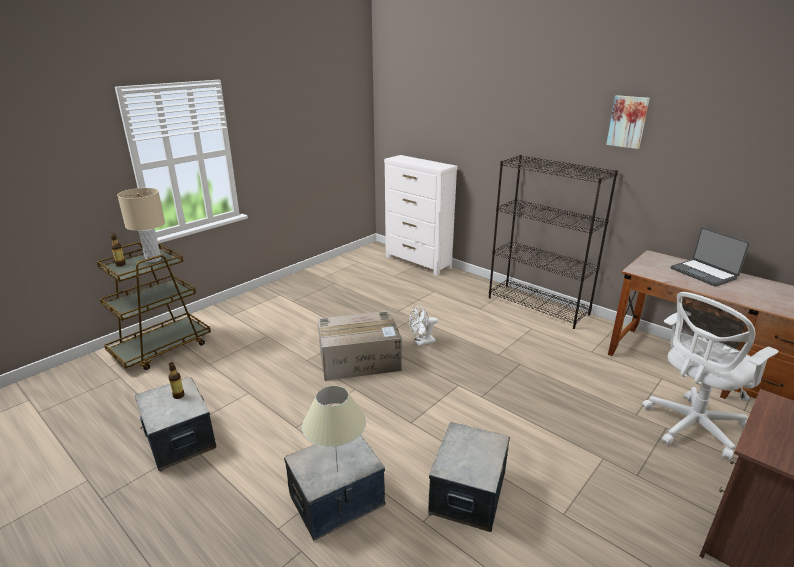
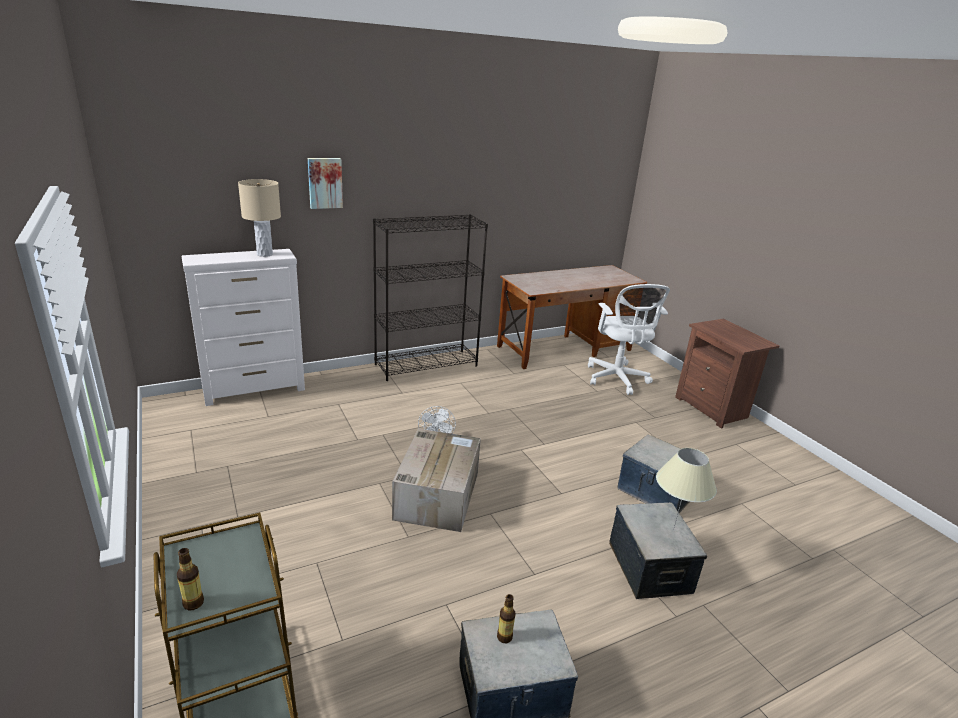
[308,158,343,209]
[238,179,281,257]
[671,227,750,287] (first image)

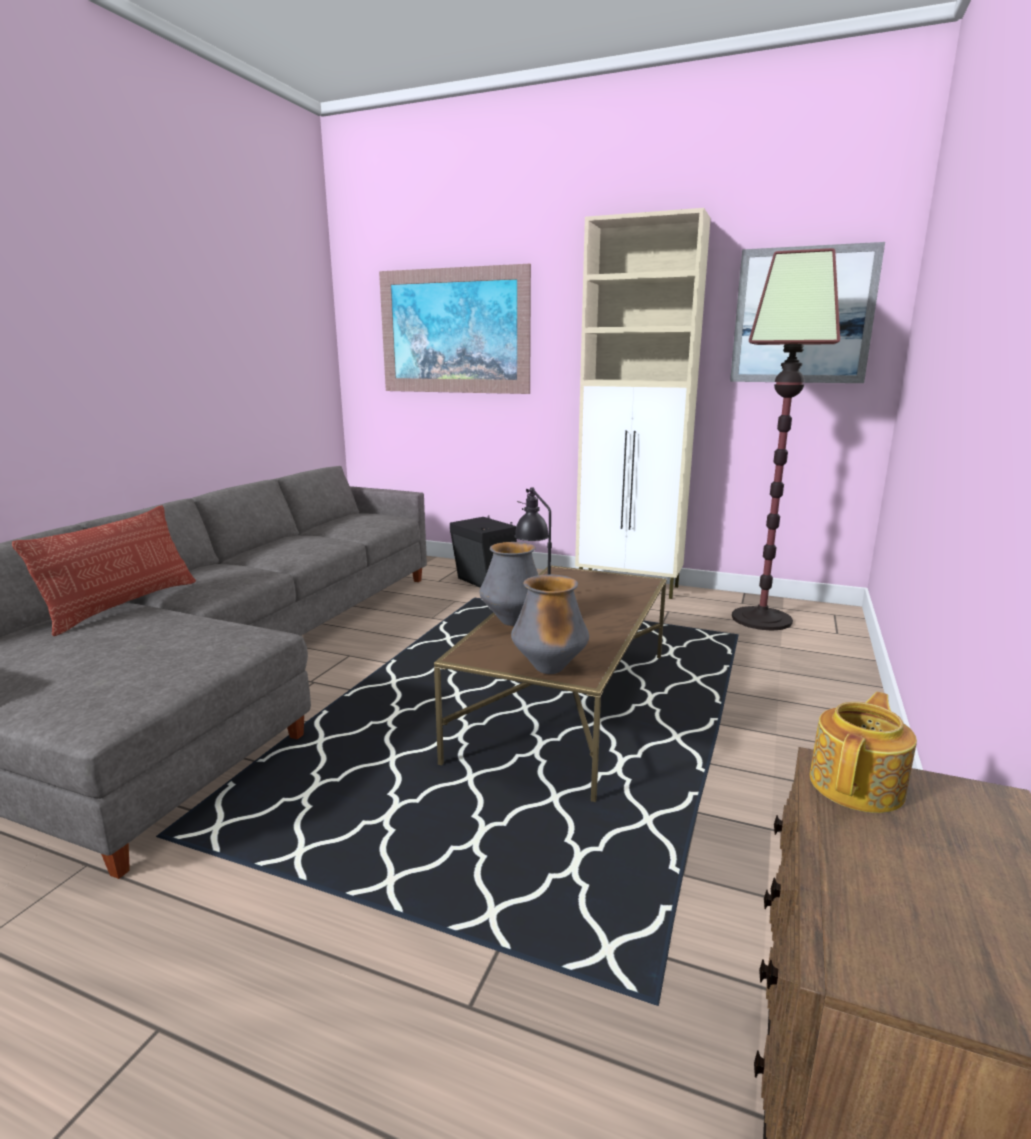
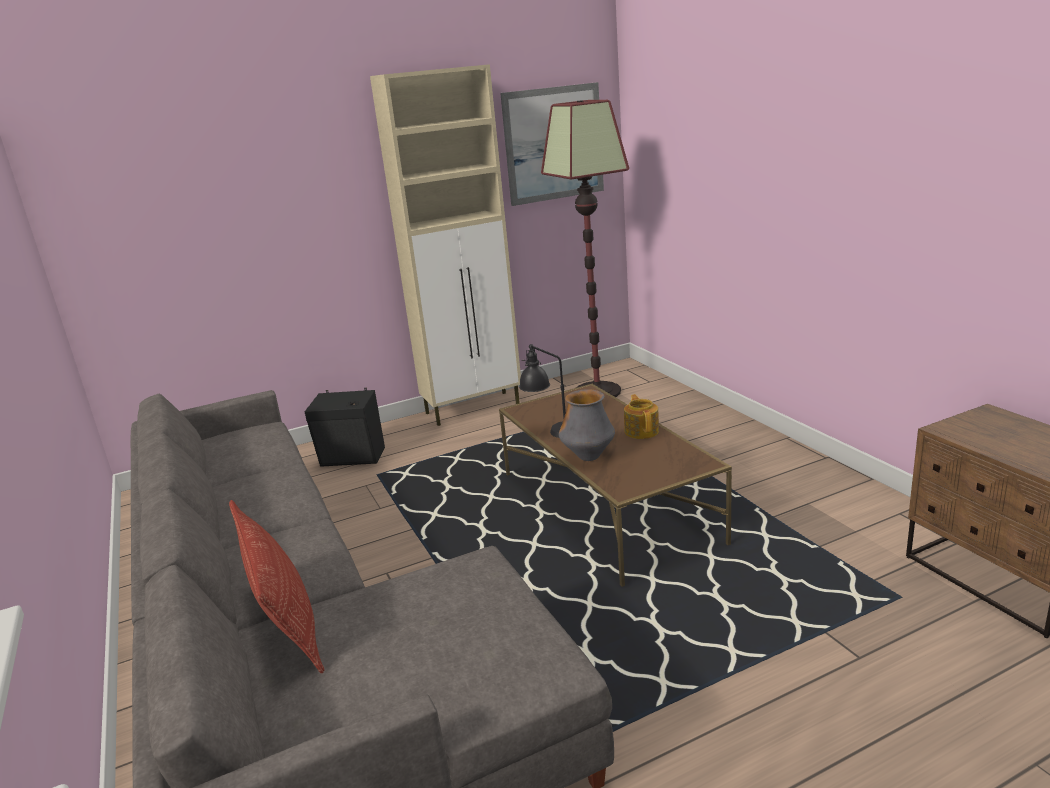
[379,264,531,394] (first image)
[511,574,589,674] (first image)
[624,394,659,439]

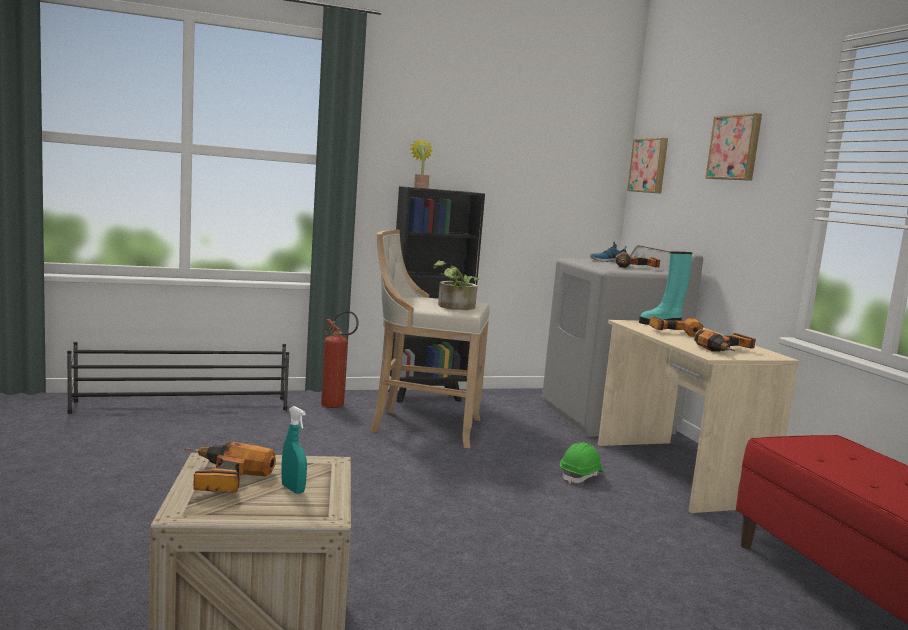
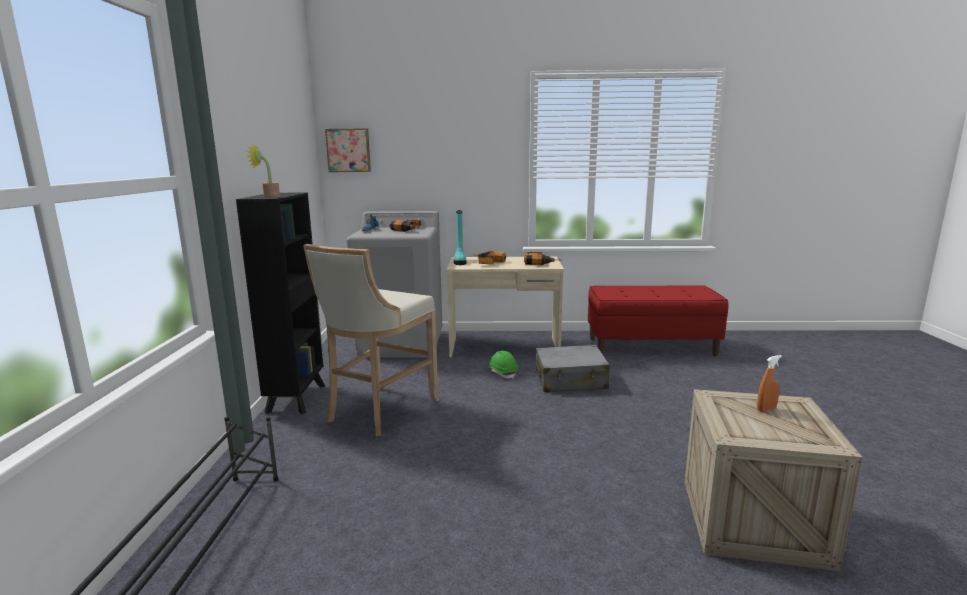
[706,113,762,181] (first image)
[433,260,479,310] (first image)
[321,311,359,408] (first image)
[757,355,782,412]
[185,442,276,493] (first image)
[536,345,609,392]

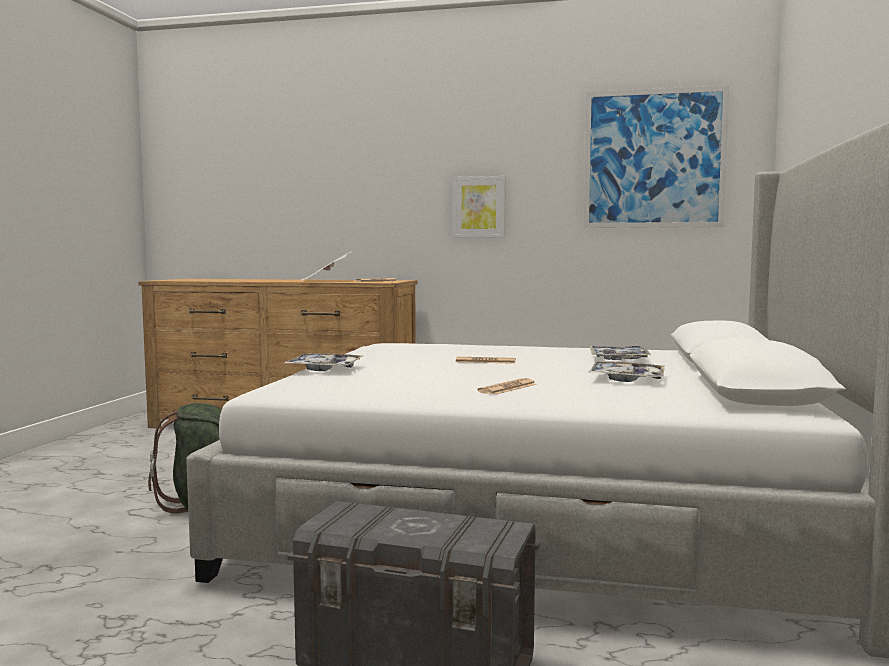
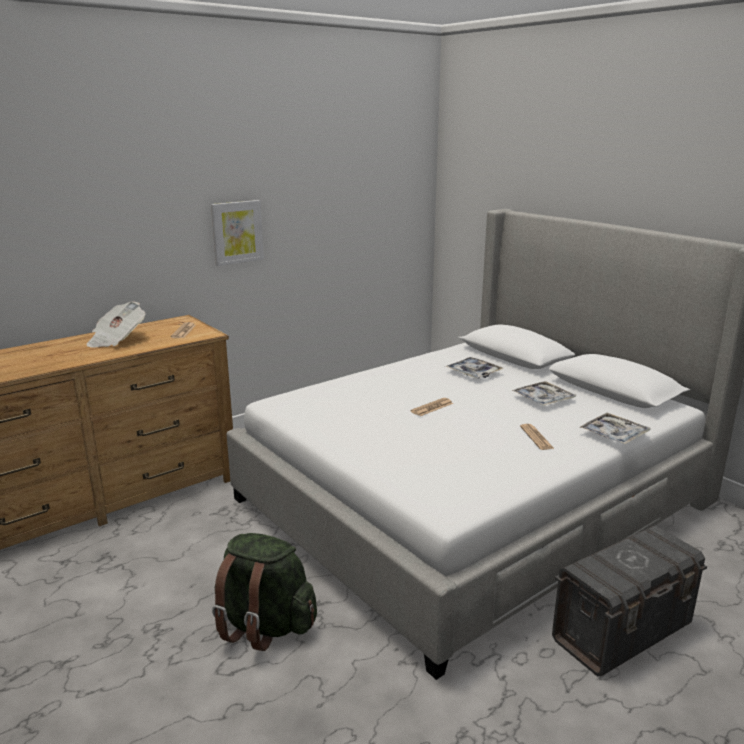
[584,85,729,228] (first image)
[579,413,650,444]

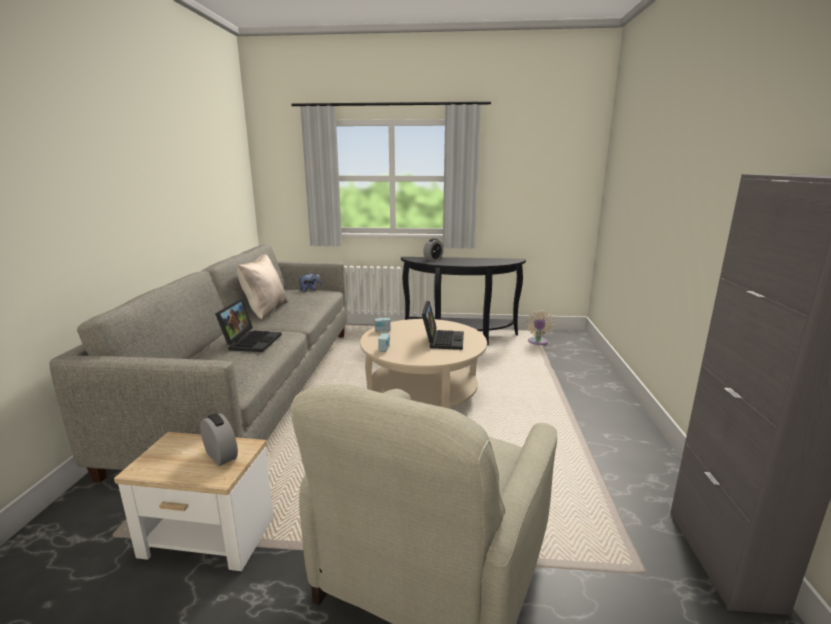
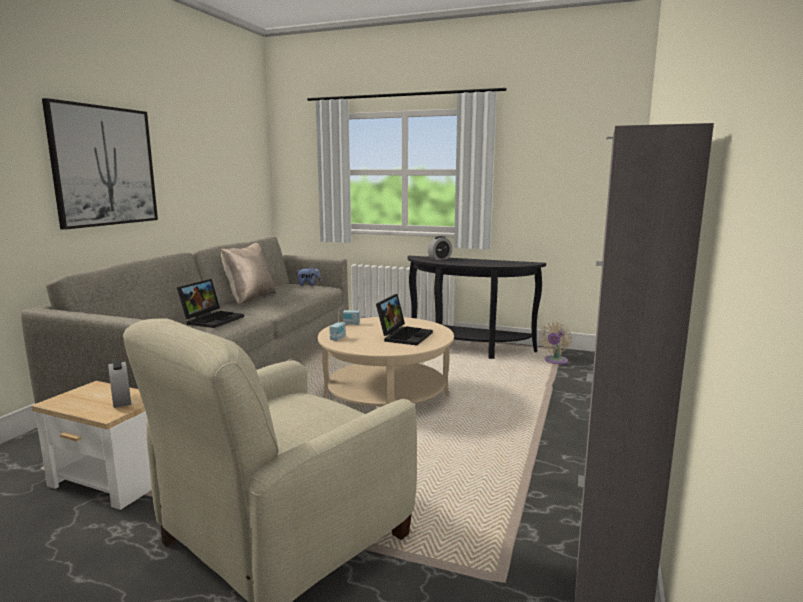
[42,98,158,230]

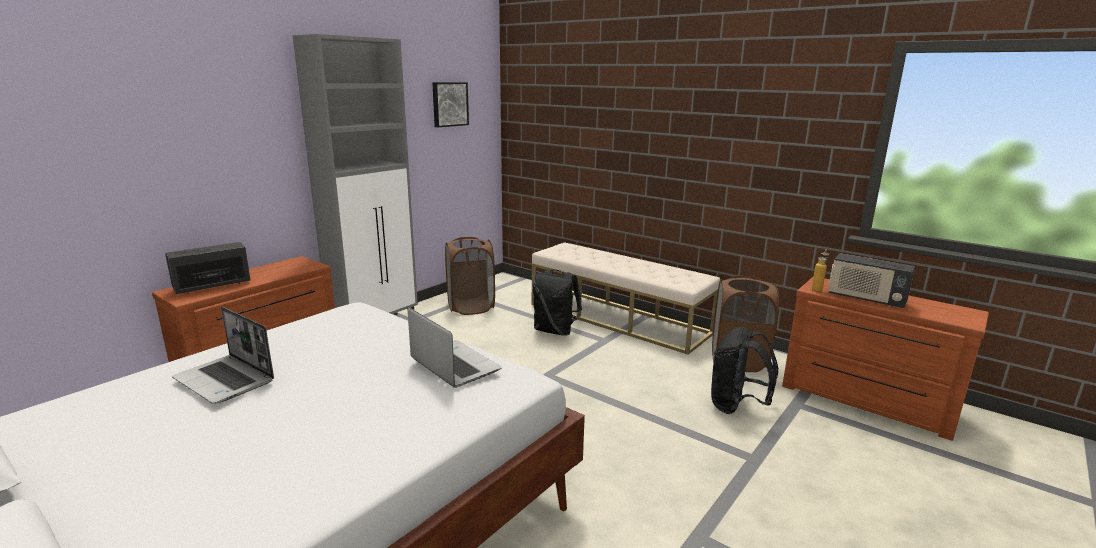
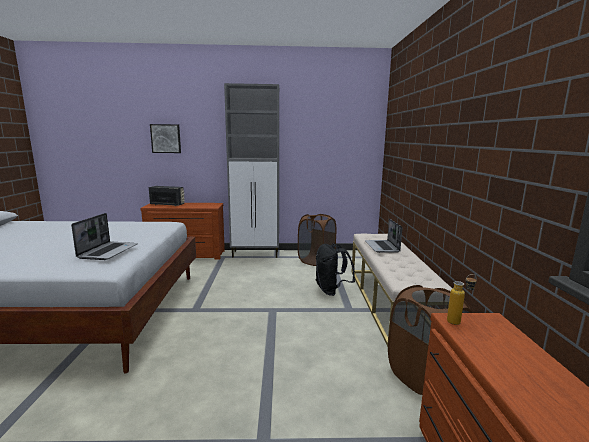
[150,124,181,153]
[828,253,915,308] (first image)
[365,218,402,253]
[711,327,778,414] (first image)

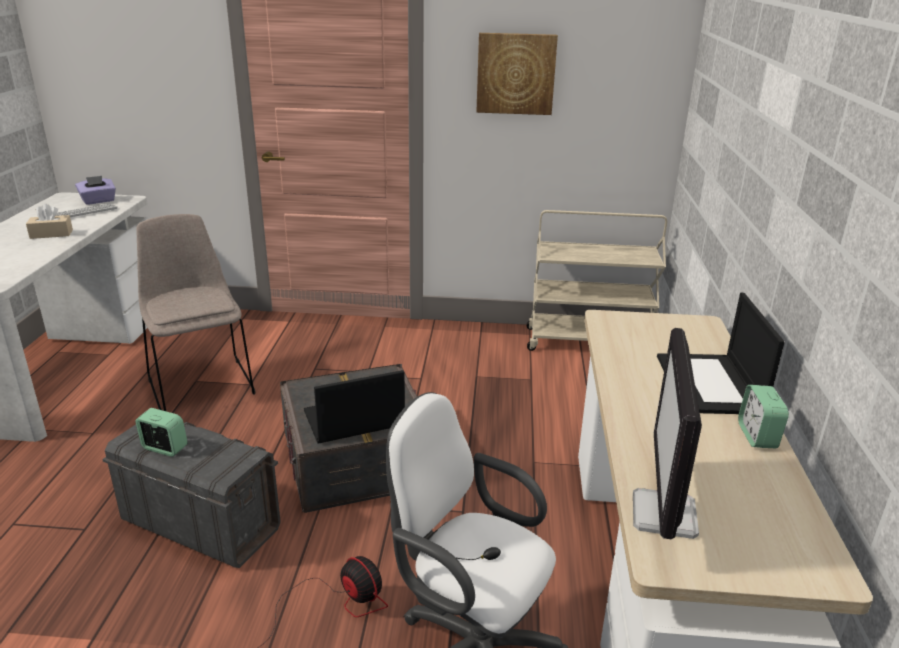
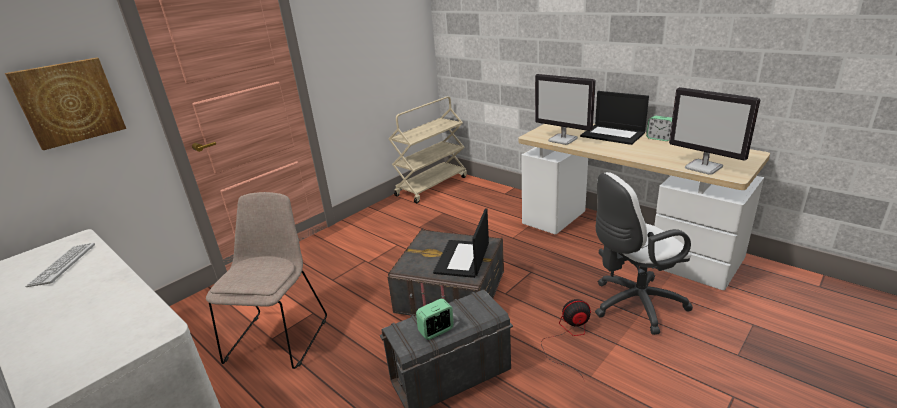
[5,58,126,150]
[75,176,116,205] (first image)
[26,204,73,239] (first image)
[206,192,327,369]
[535,74,596,145]

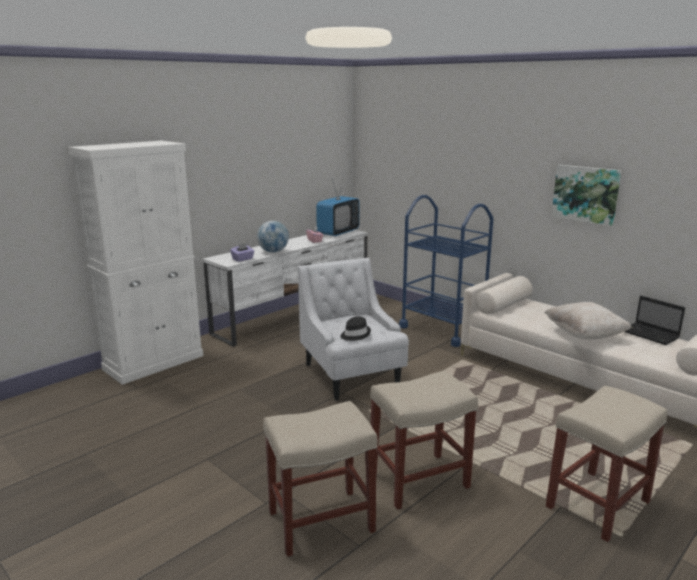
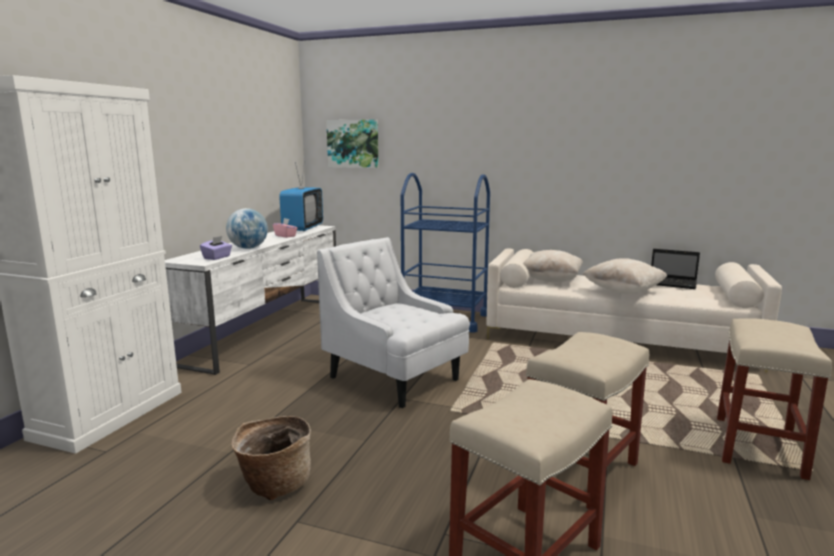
[326,119,378,168]
[341,316,371,341] (first image)
[523,250,583,283]
[231,416,311,500]

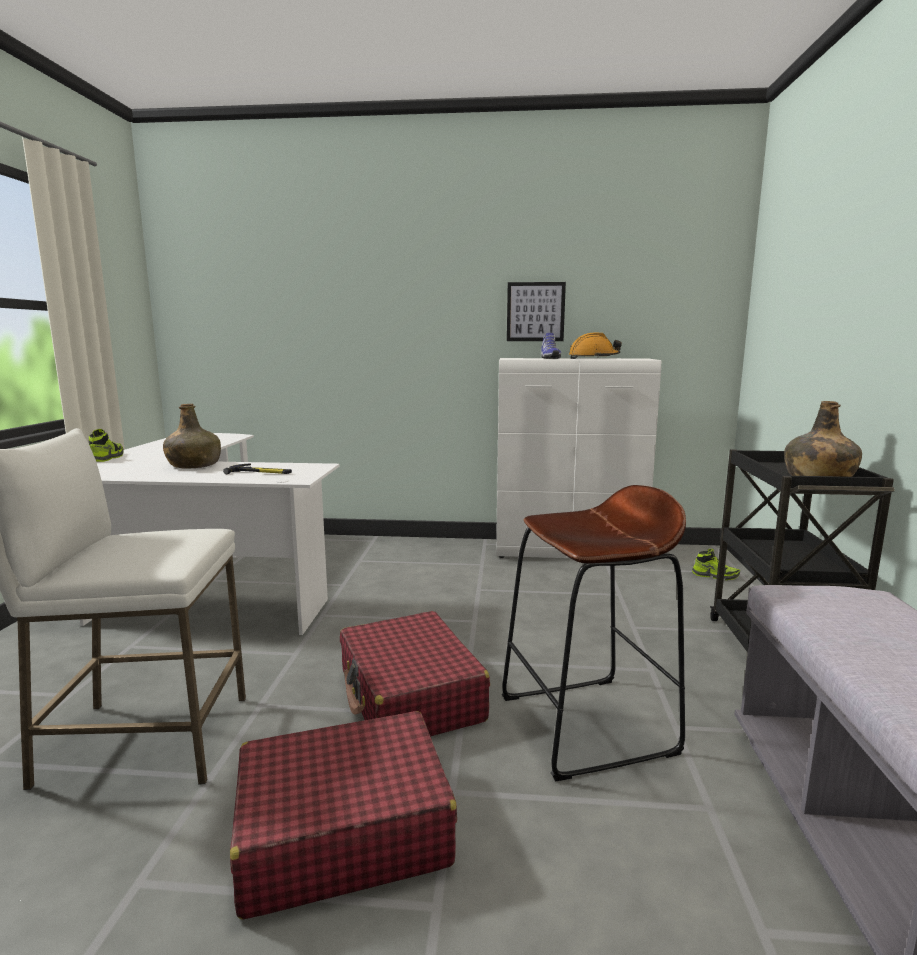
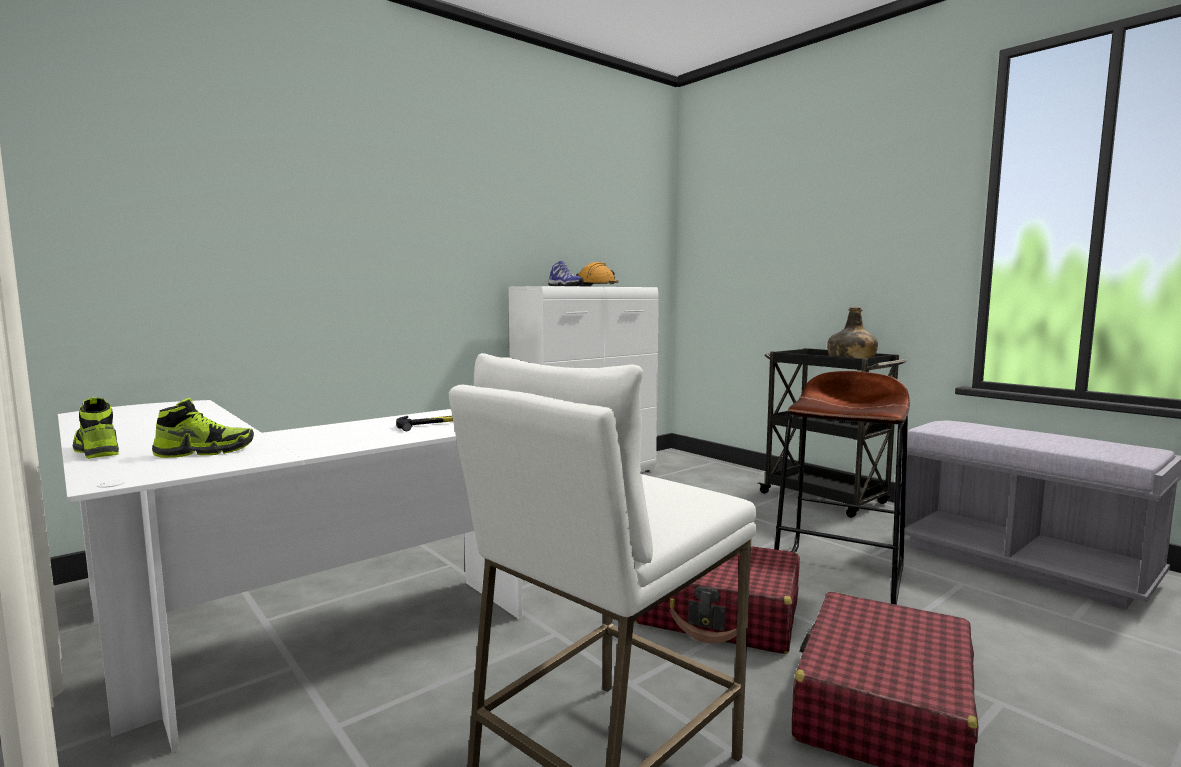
[507,282,566,341] (first image)
[163,404,221,468] (first image)
[152,397,254,458]

